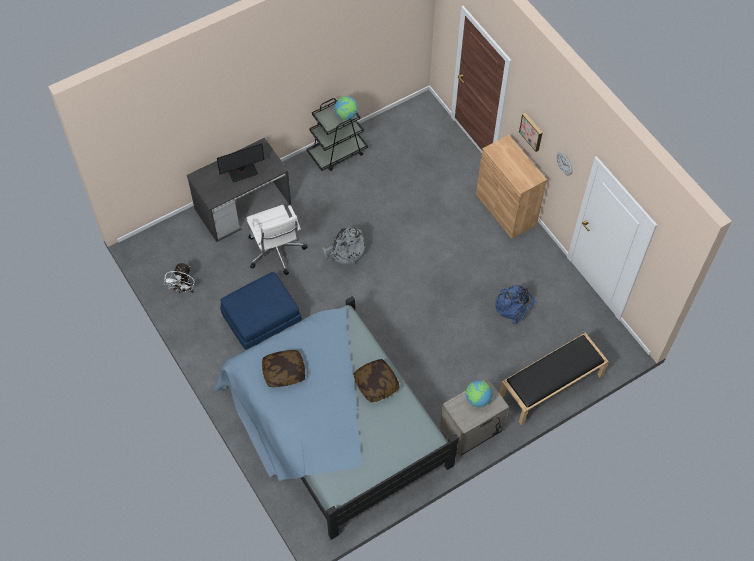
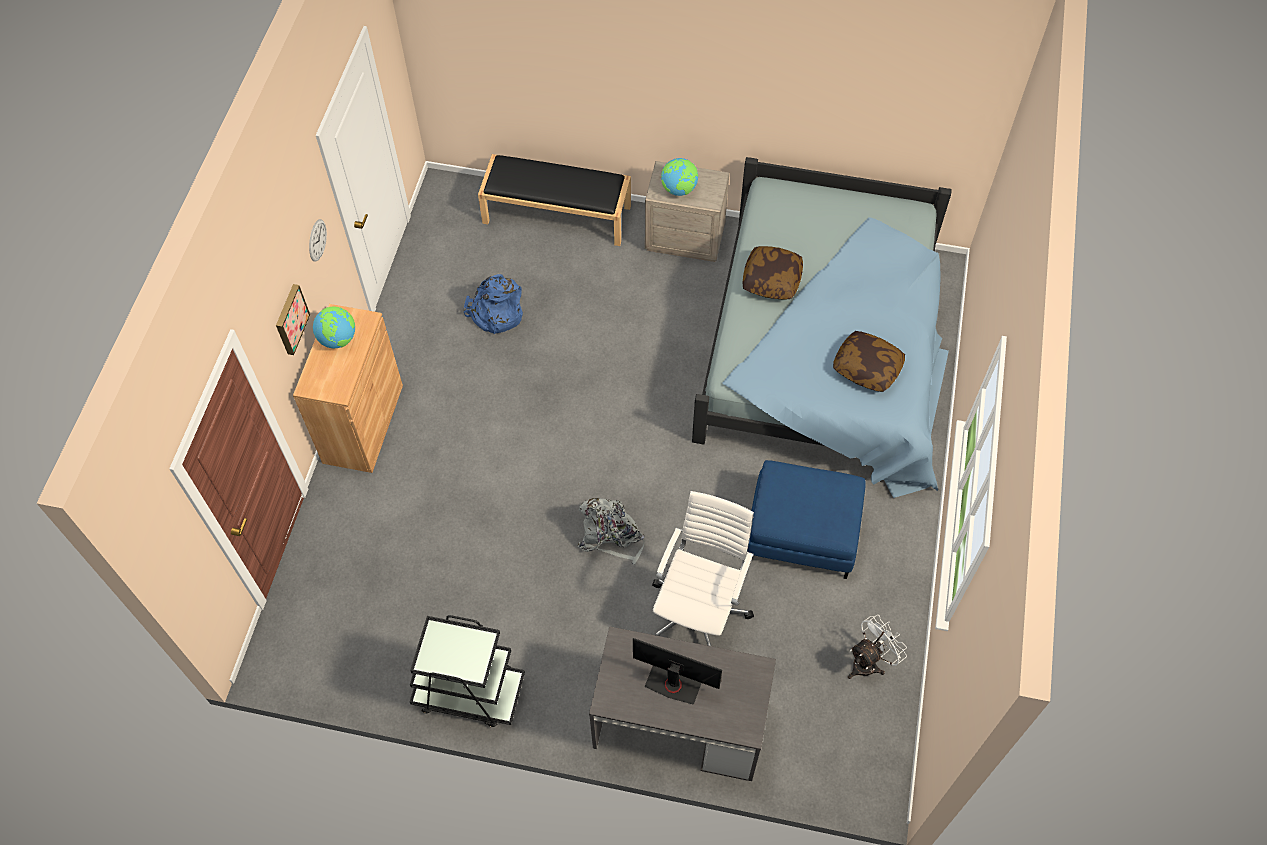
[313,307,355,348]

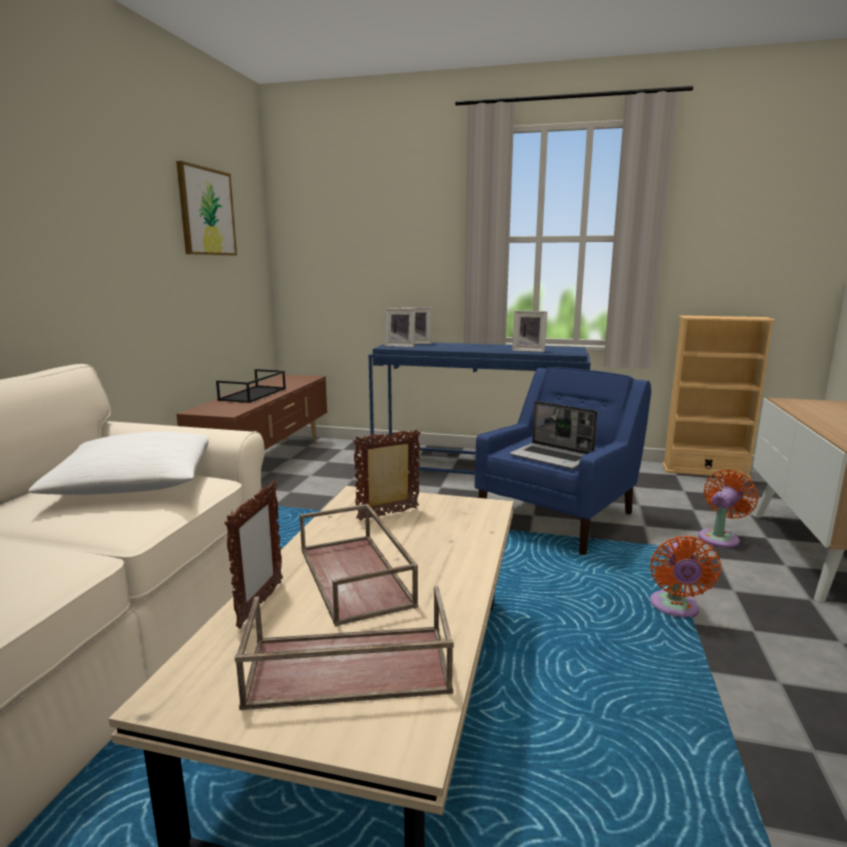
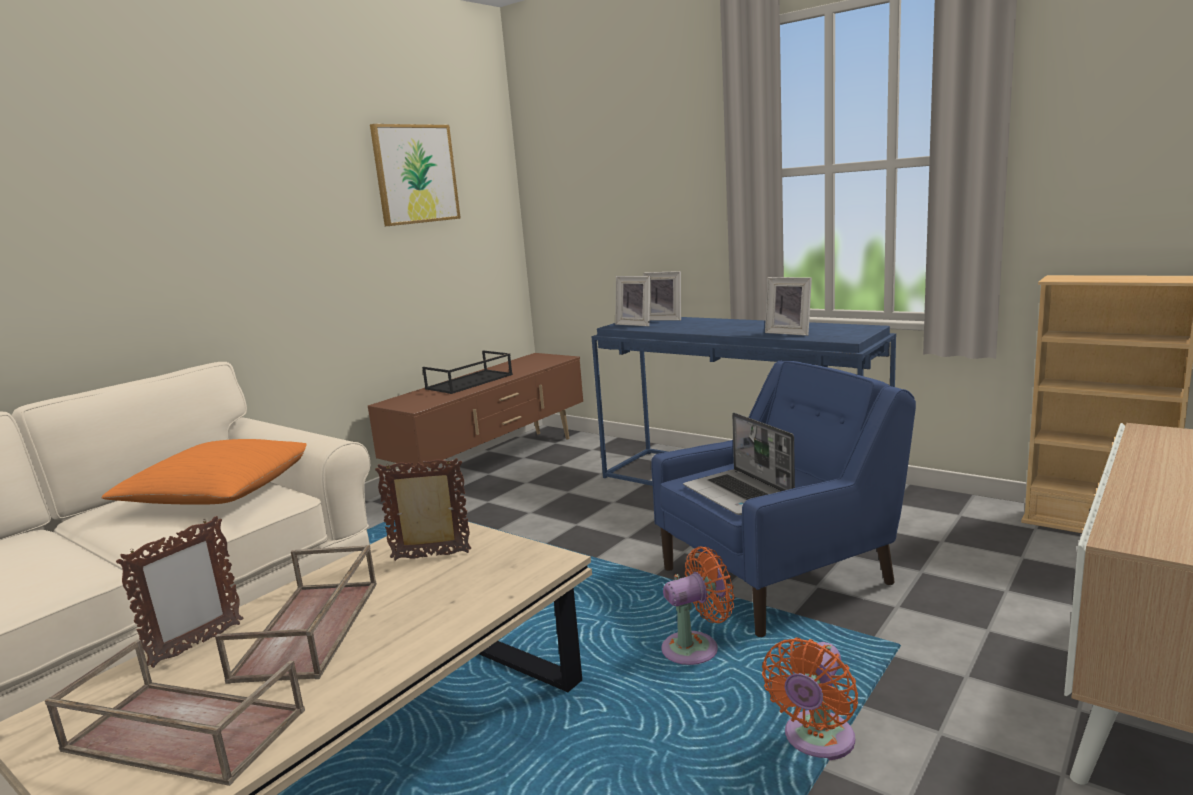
[101,439,307,505]
[661,547,735,665]

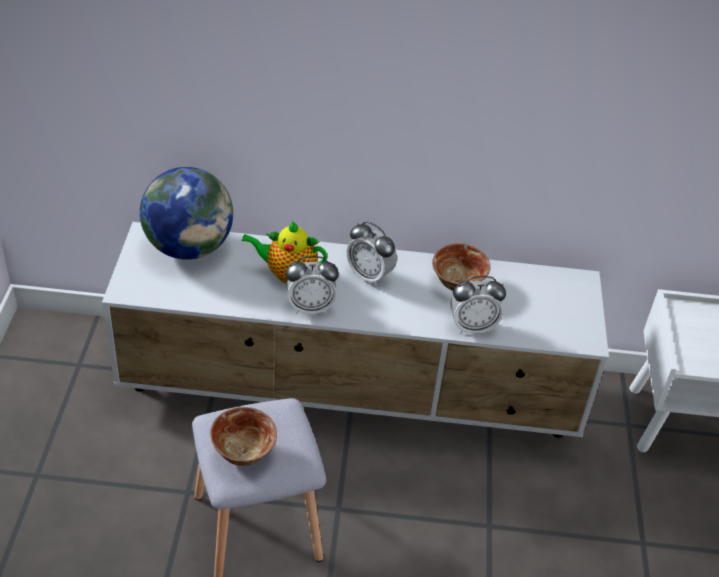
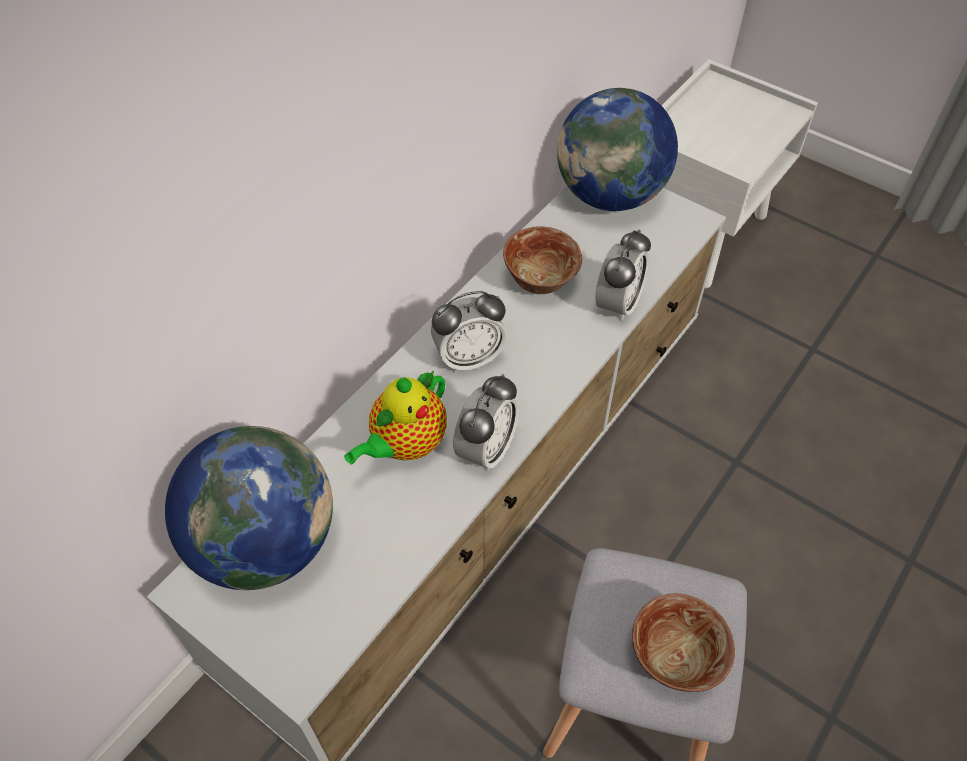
[557,88,678,211]

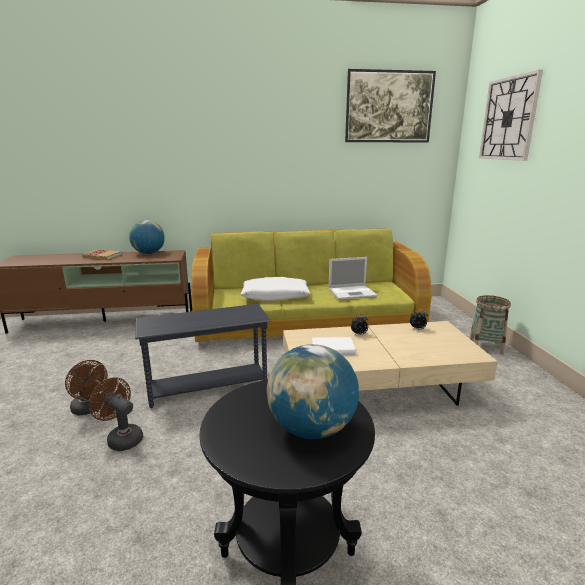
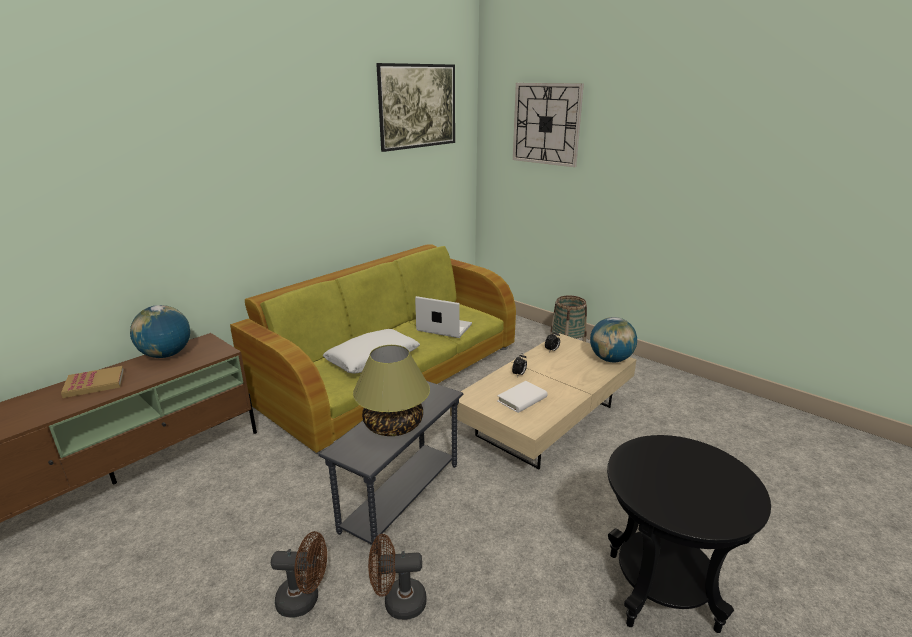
[415,296,472,338]
[590,317,637,362]
[353,345,430,436]

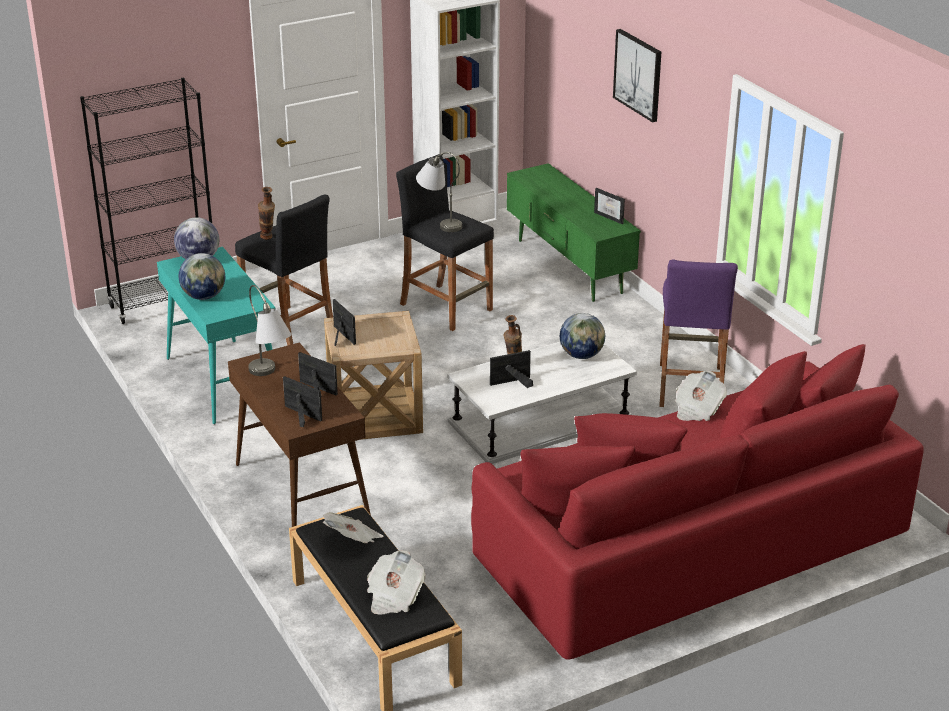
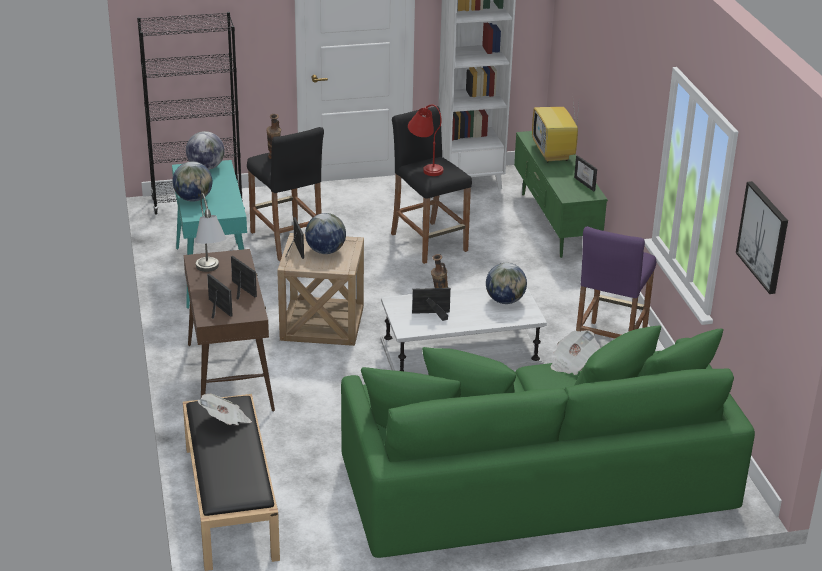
[736,181,788,294]
[408,104,443,176]
[341,325,755,558]
[367,550,426,615] (first image)
[532,92,579,162]
[305,213,346,254]

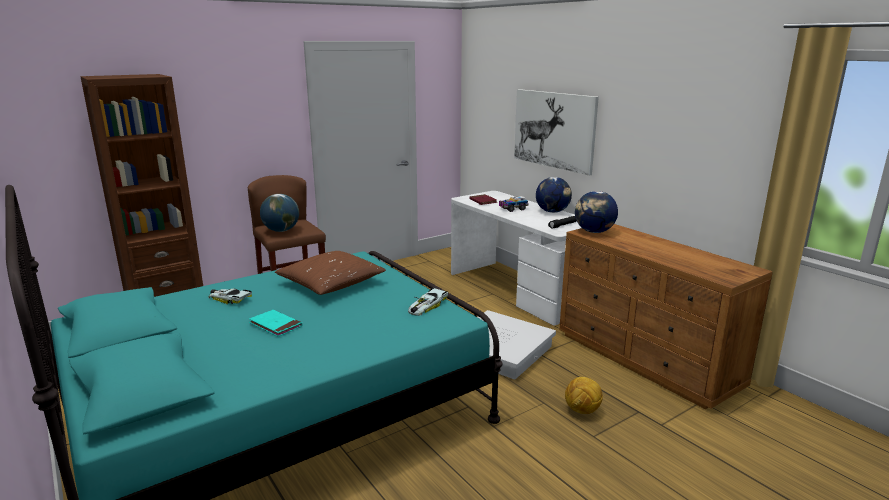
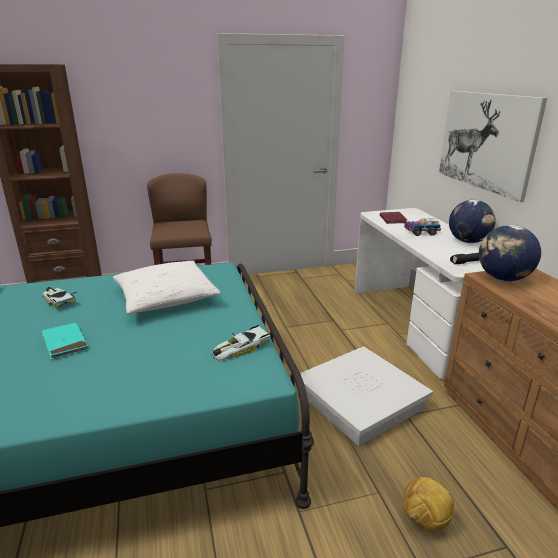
[260,194,299,232] (first image)
[113,261,221,314]

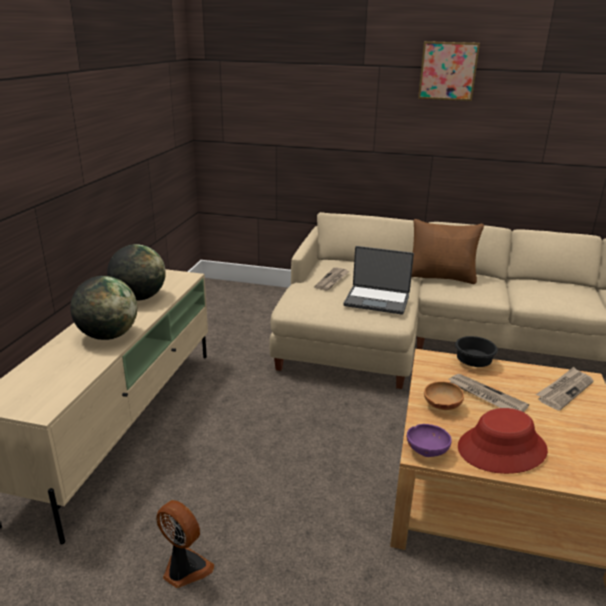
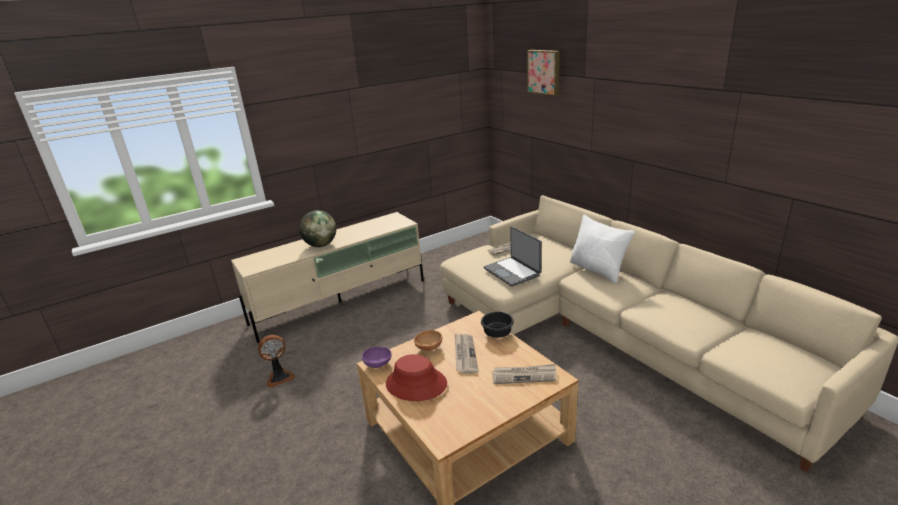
[527,50,560,96]
[570,215,635,283]
[107,244,166,301] (first image)
[258,335,295,388]

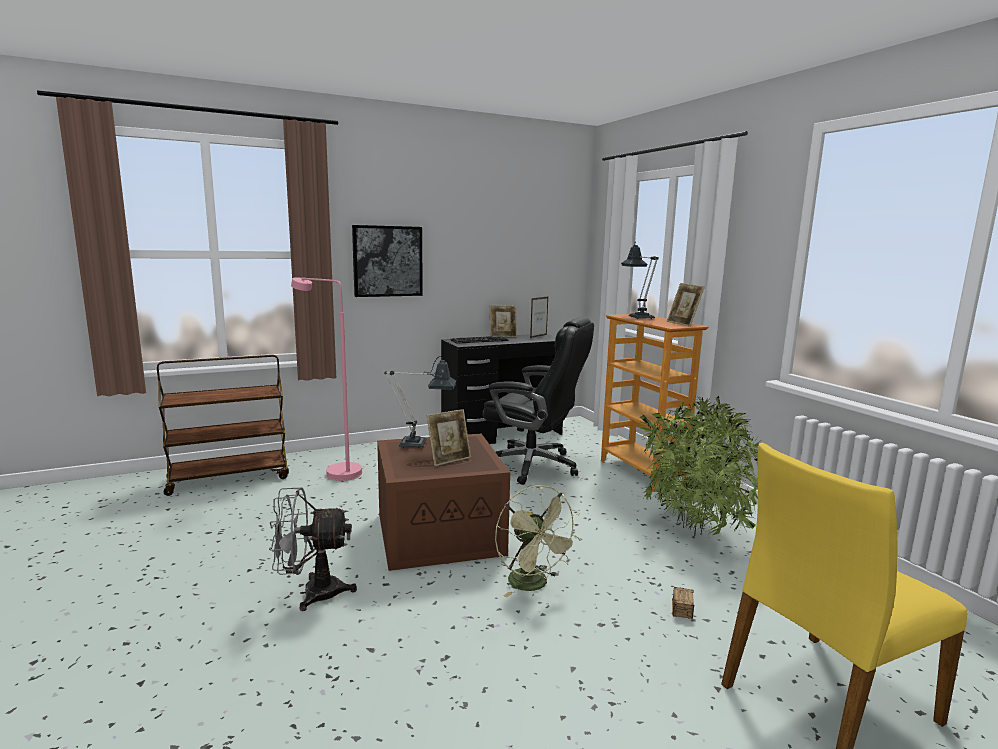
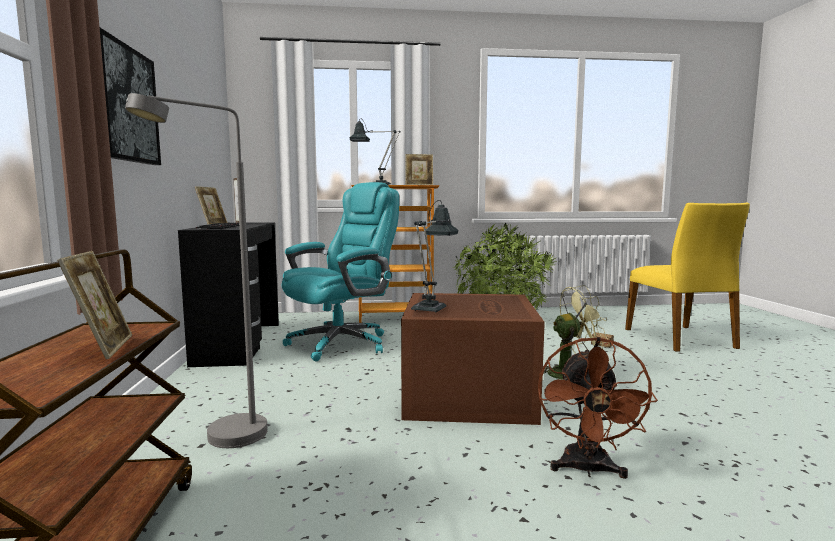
[125,93,268,448]
[282,182,399,361]
[57,251,132,359]
[538,337,658,479]

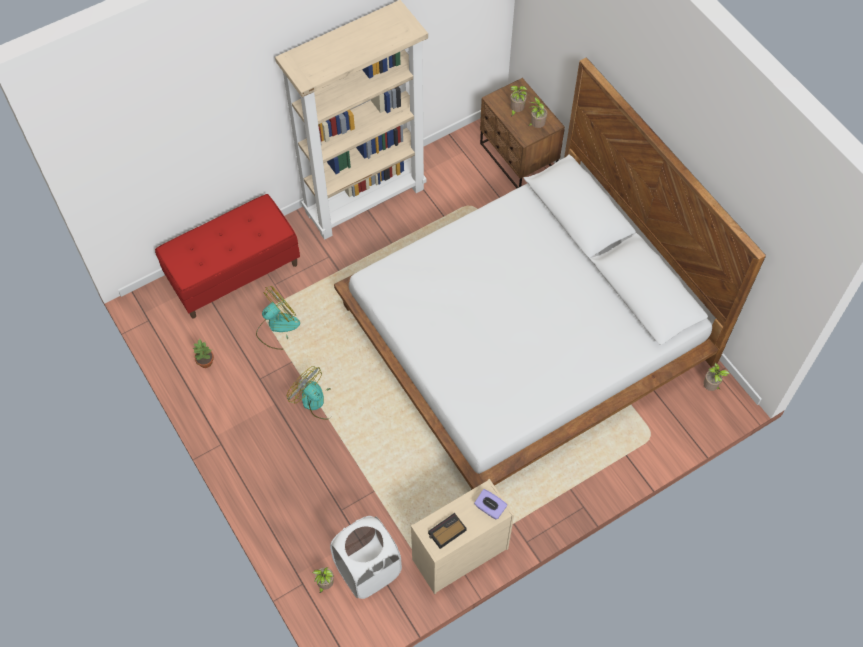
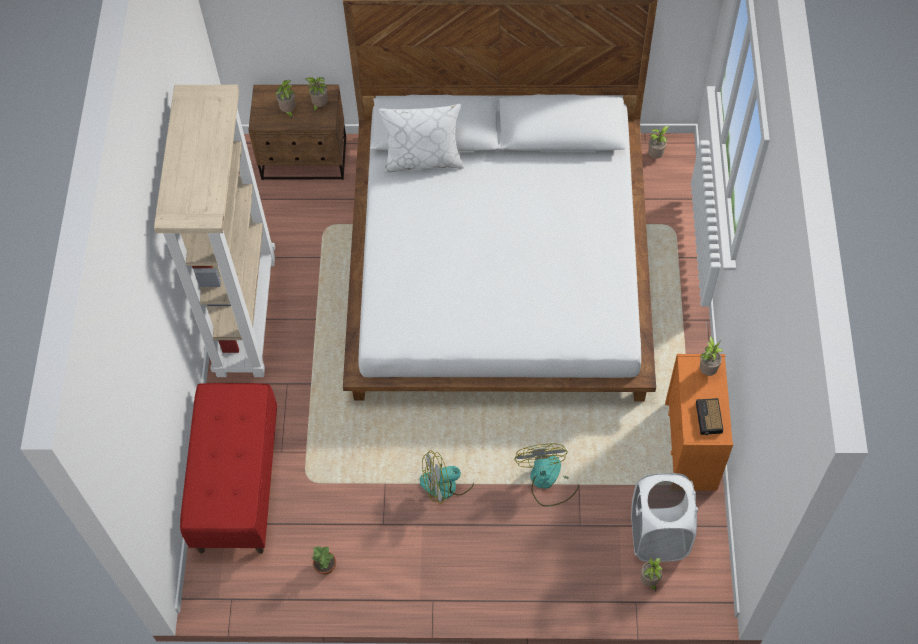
[514,444,579,507]
[665,354,733,490]
[700,336,723,376]
[379,104,464,173]

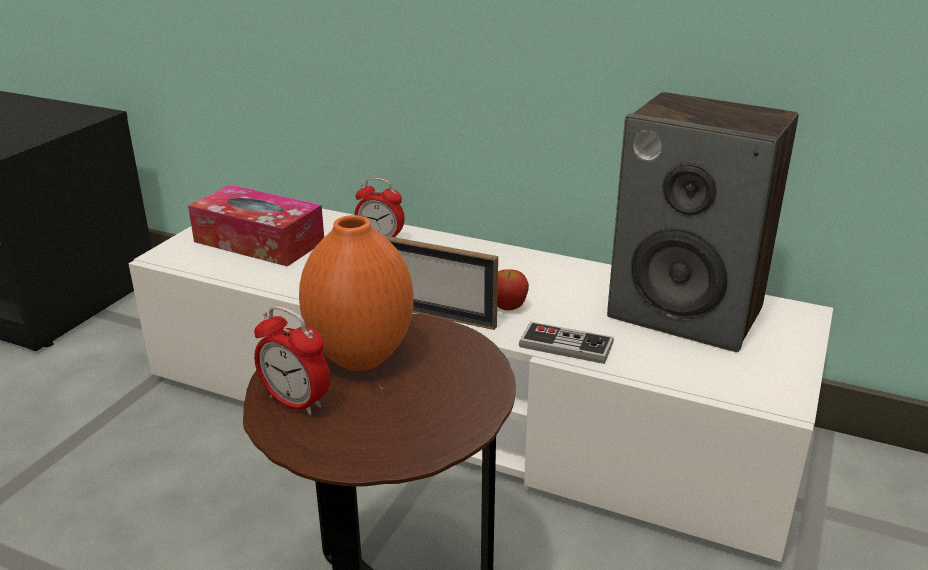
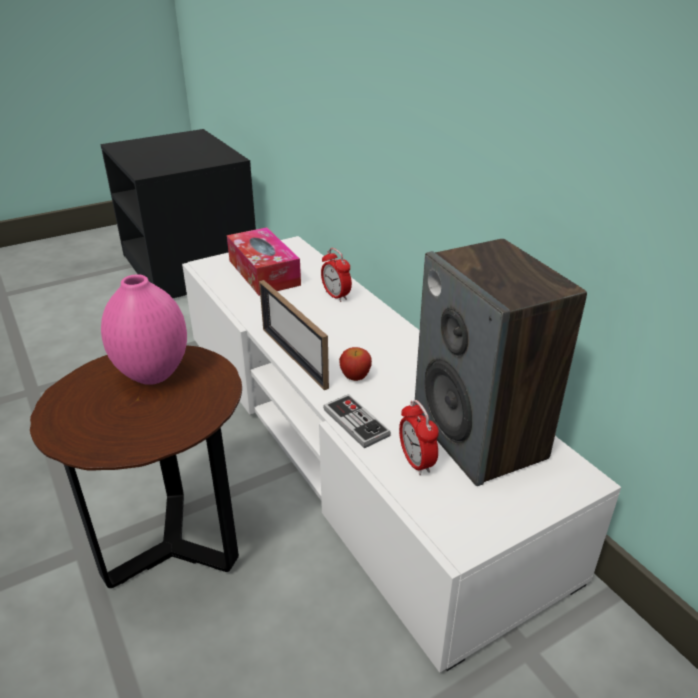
[101,274,187,385]
[399,400,439,475]

